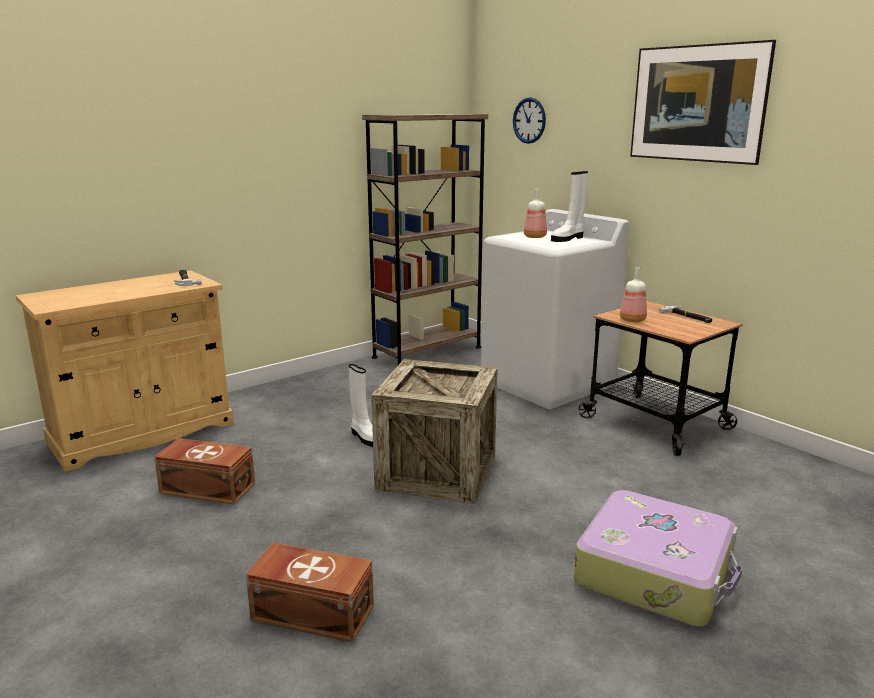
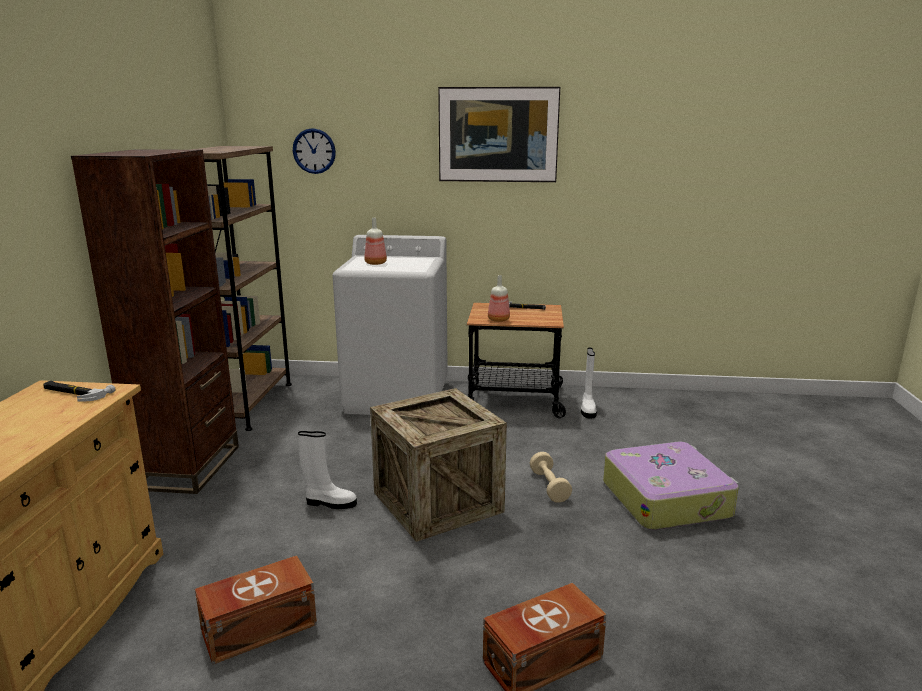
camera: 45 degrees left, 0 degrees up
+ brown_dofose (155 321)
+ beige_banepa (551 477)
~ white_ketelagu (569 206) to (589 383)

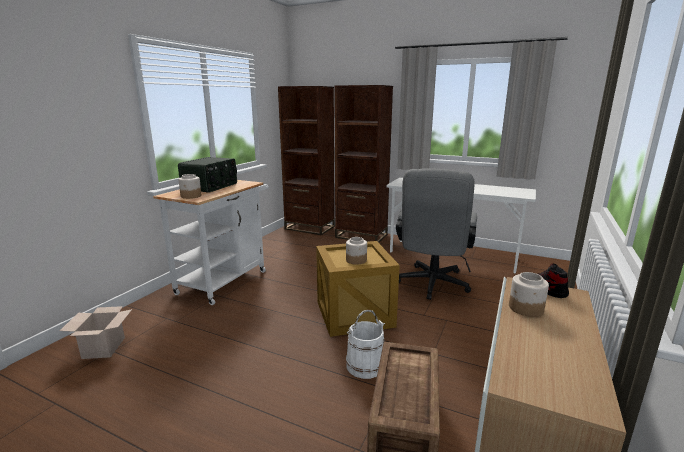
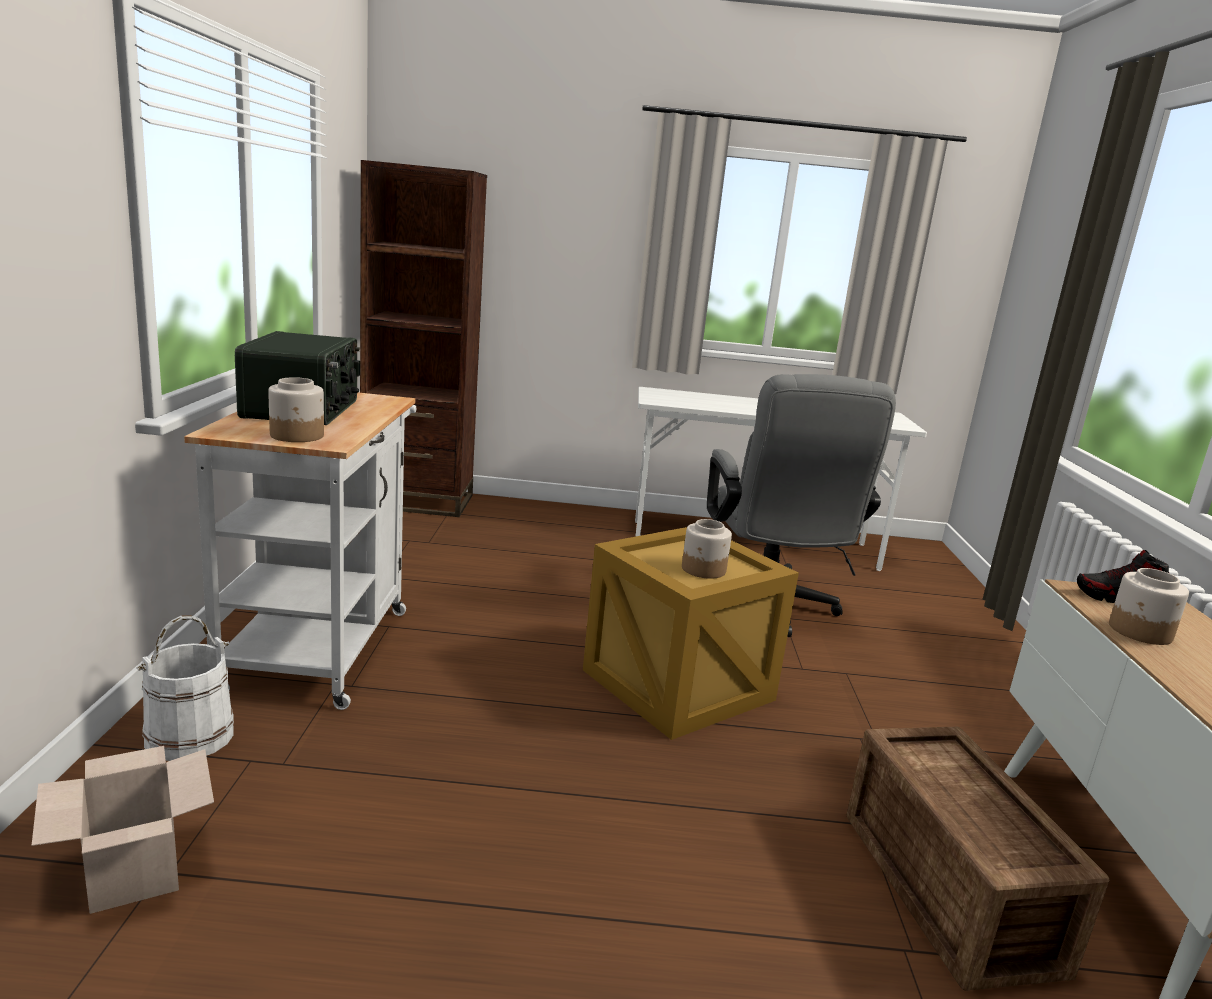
camera: 25 degrees left, 0 degrees up
- brown_dofose (363 164)
~ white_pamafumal (365 344) to (185 688)

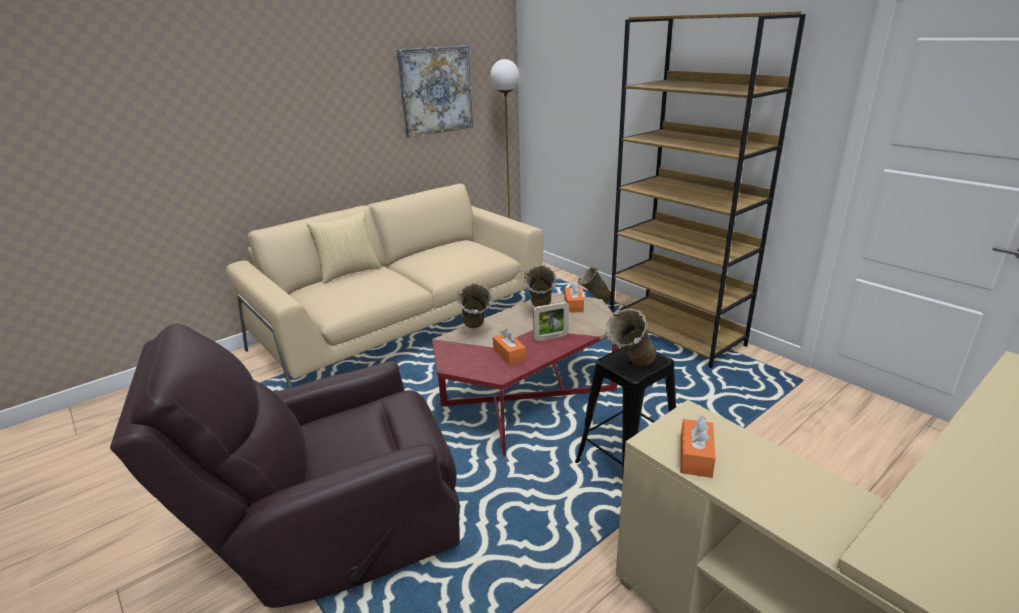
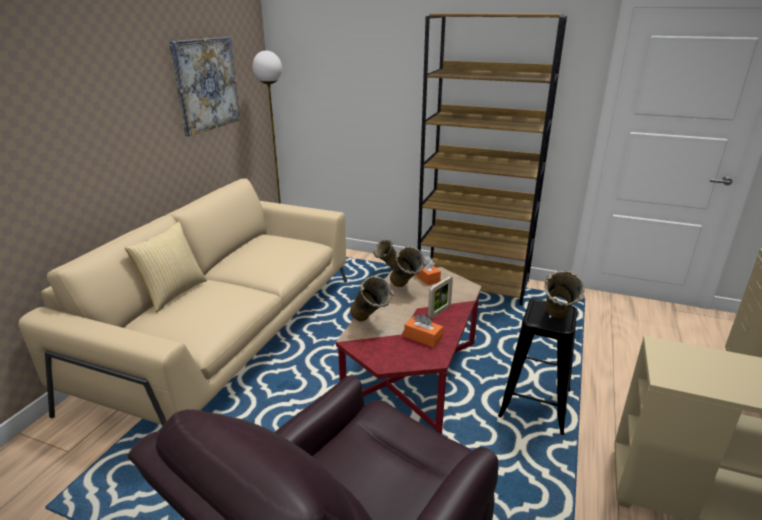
camera: 30 degrees left, 0 degrees up
- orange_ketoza (698 446)

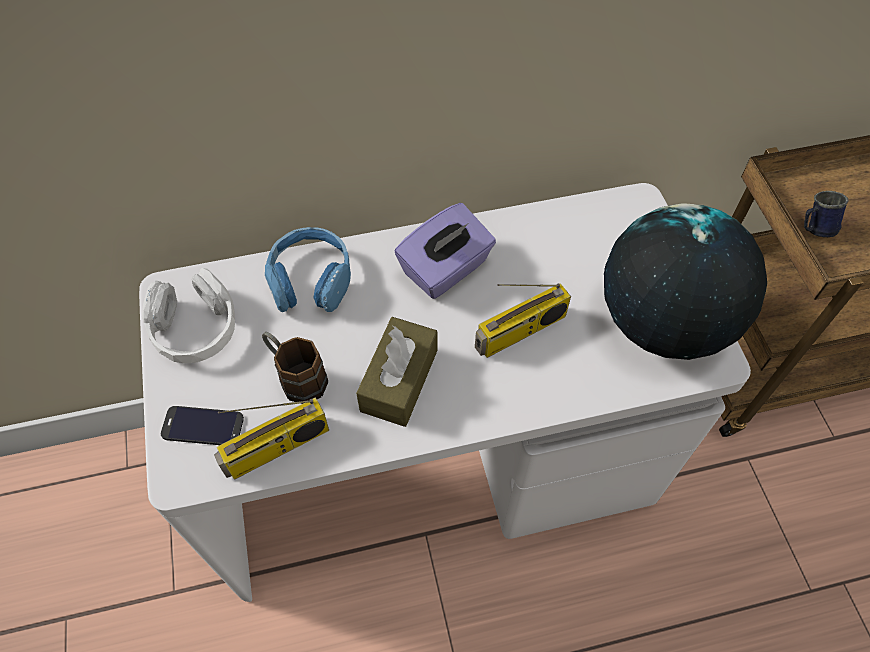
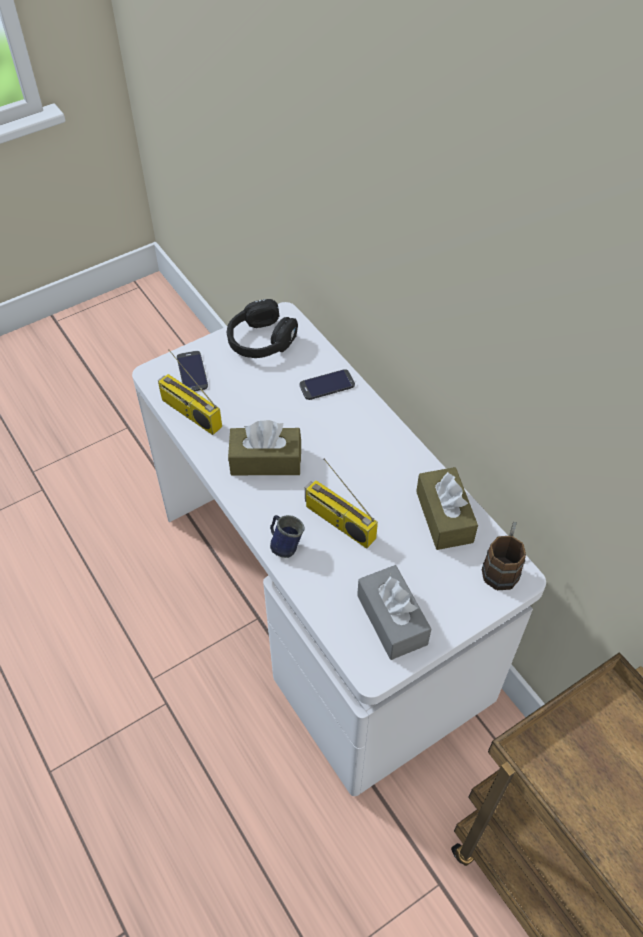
camera: 70 degrees right, 5 degrees down
- purple_ketoza (445 251)
+ brown_ketoza (447 508)
~ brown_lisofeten (295 368) to (504 556)
~ blue_lisofeten (826 214) to (287 536)
~ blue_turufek (308 269) to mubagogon (327 384)
~ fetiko (685 282) to grey_ketoza (394 612)
~ white_turufek (188 315) to black_turufek (262 328)

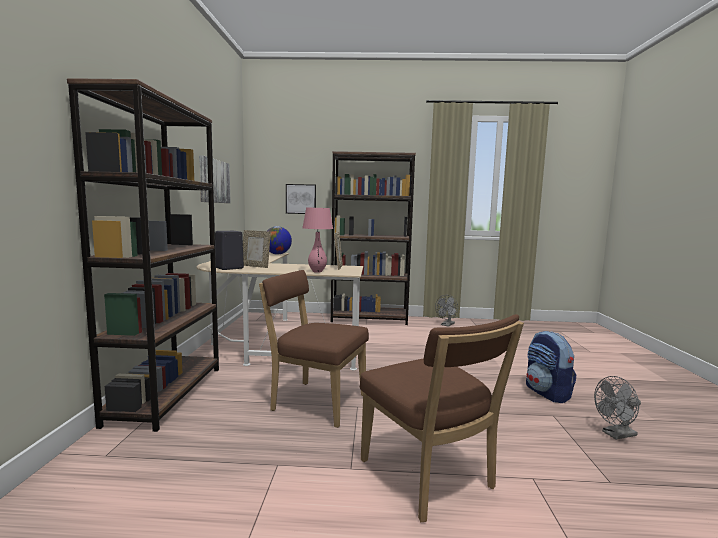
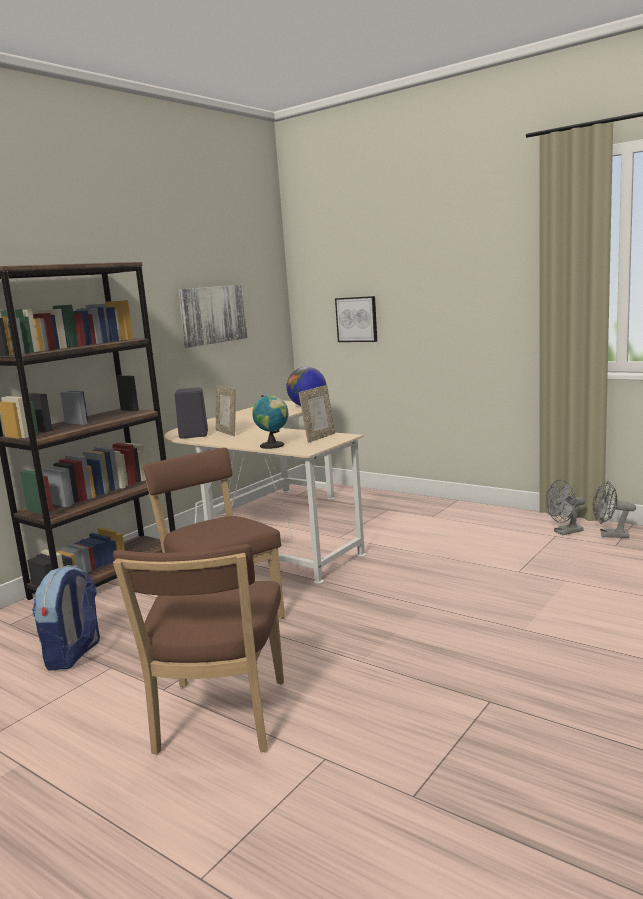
camera: 35 degrees right, 5 degrees up
- brown_dofose (373 238)
~ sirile (551 367) to (66 618)
~ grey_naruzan (617 408) to (614 509)
~ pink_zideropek (317 240) to fetiko (270 422)

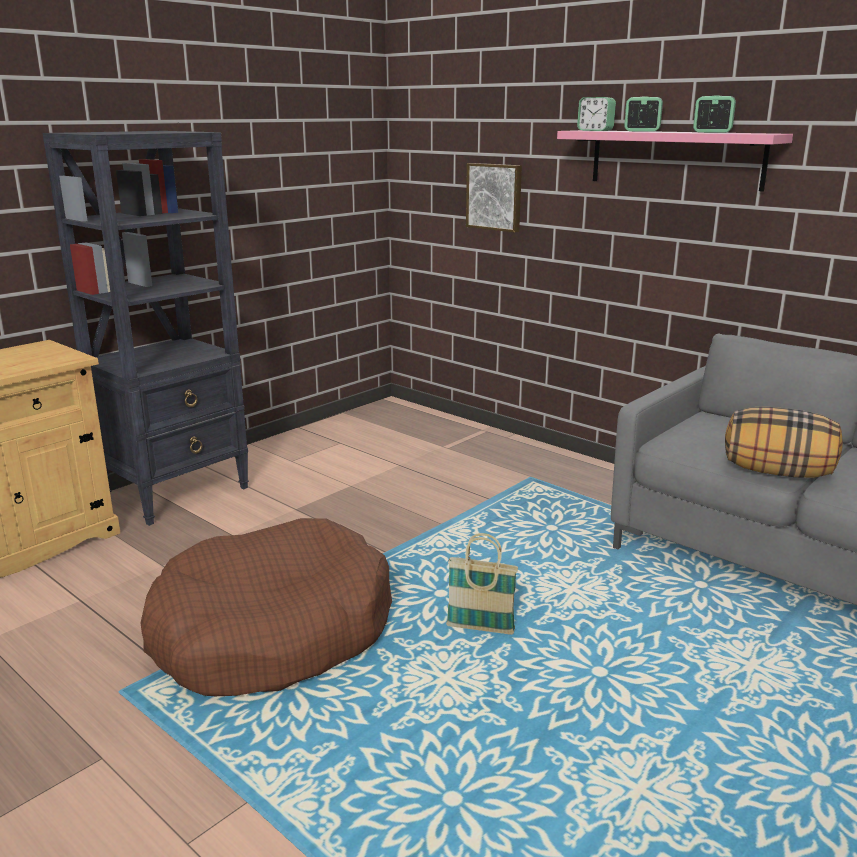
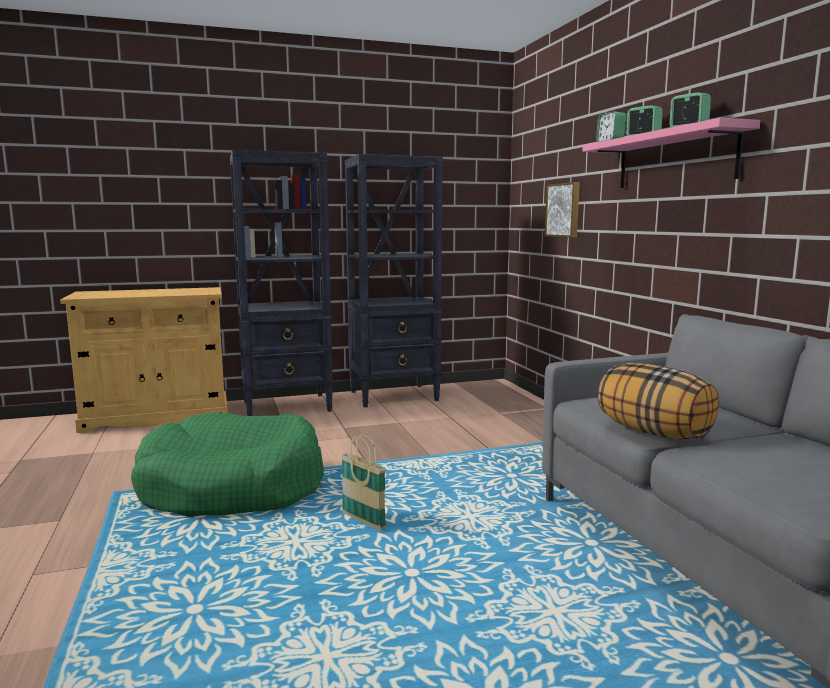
camera: 30 degrees right, 10 degrees down
+ black_dofose (394 281)
~ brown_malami (266 607) to green_malami (227 464)

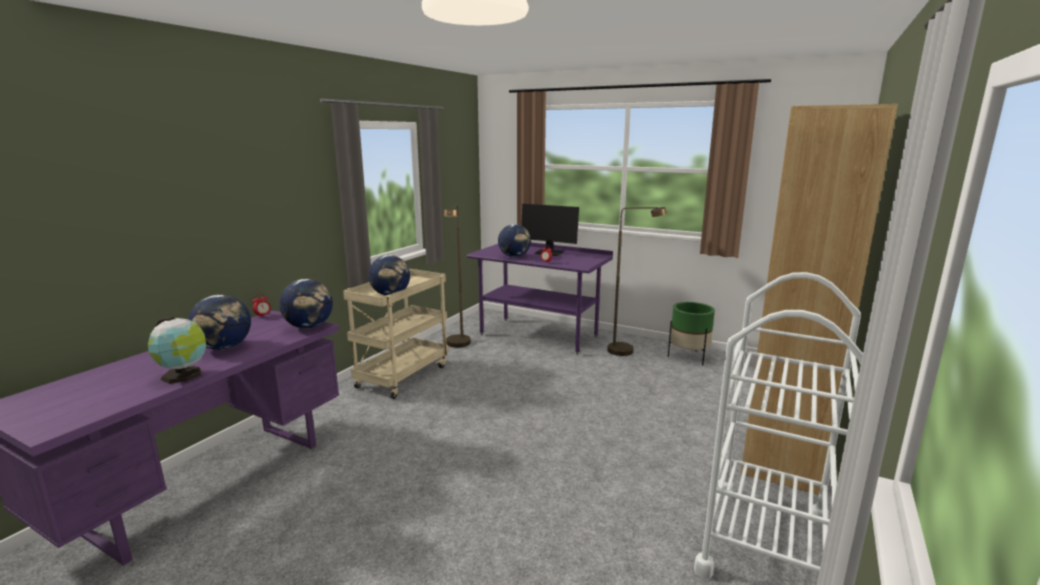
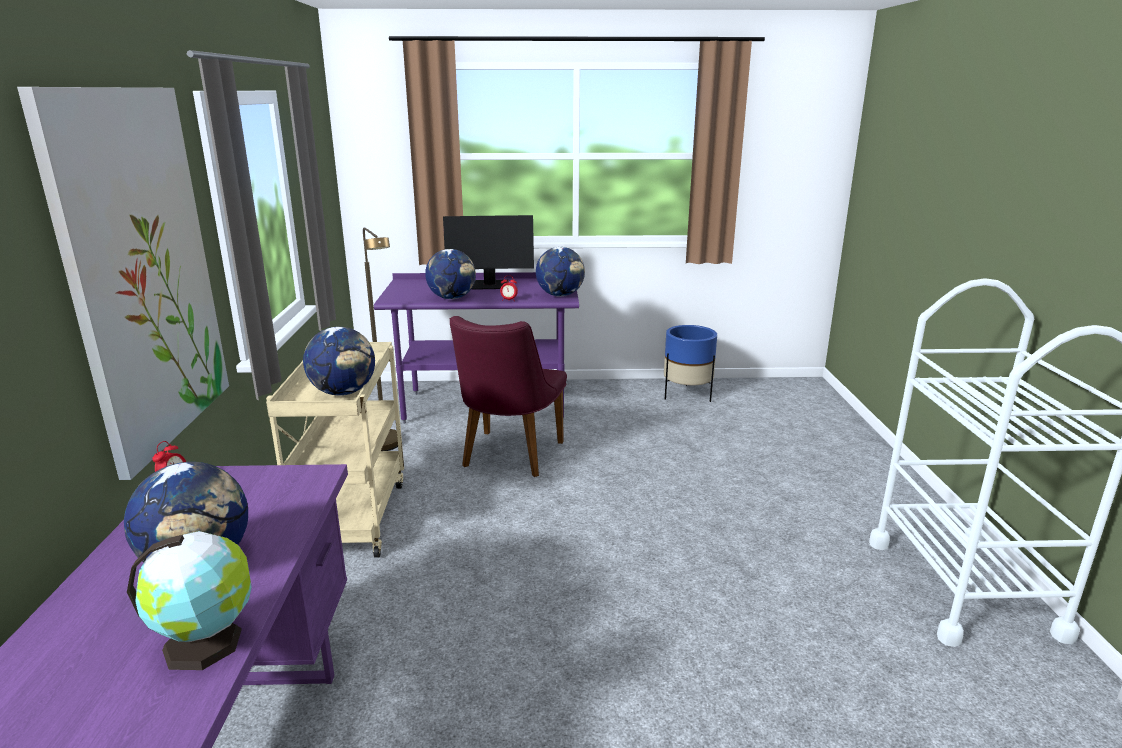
camera: 30 degrees left, 5 degrees up
- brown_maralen (636 281)
- brown_dofose (819 299)
+ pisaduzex (123 283)
+ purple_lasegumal (508 396)
~ fetiko (306 304) to (560 272)
~ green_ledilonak (691 334) to blue_ledilonak (690 363)

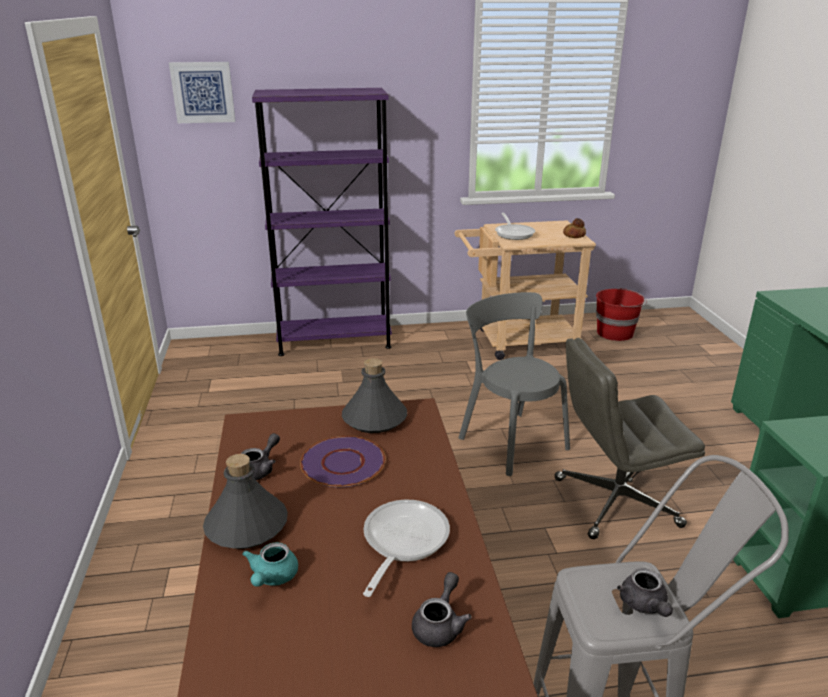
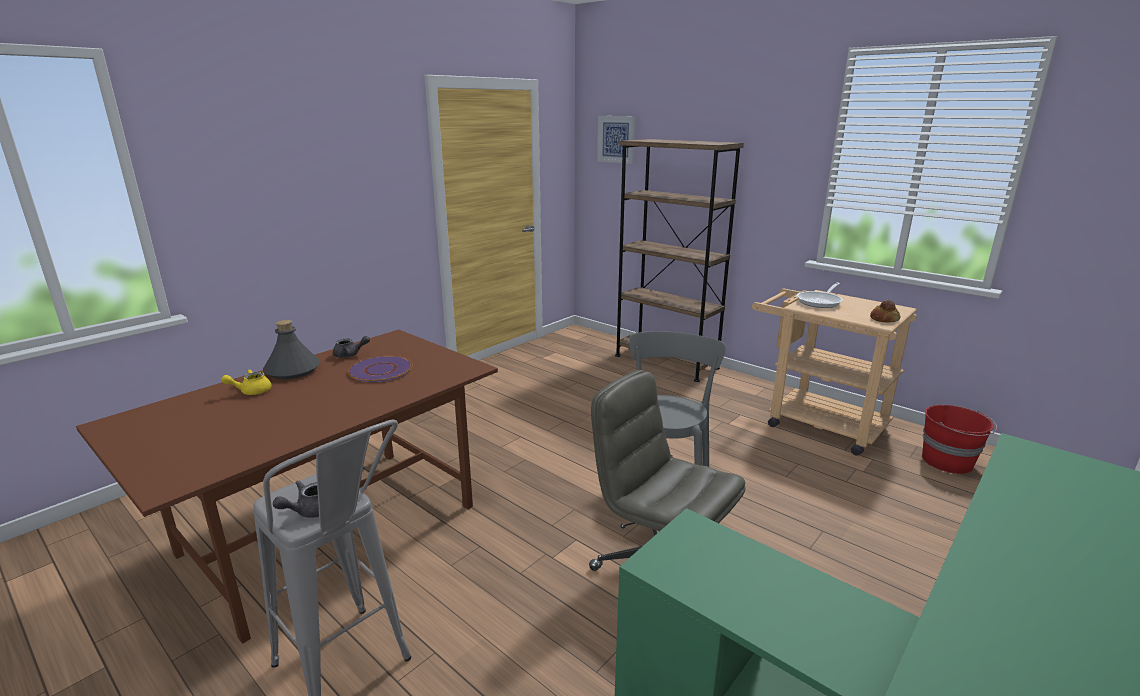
camera: 50 degrees right, 5 degrees down
- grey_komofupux (374 395)
- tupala (406 548)
- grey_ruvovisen (442 609)
~ turquoise_ruvovisen (270 564) to yellow_ruvovisen (246 382)
~ purple_dofose (322 222) to brown_dofose (679 260)

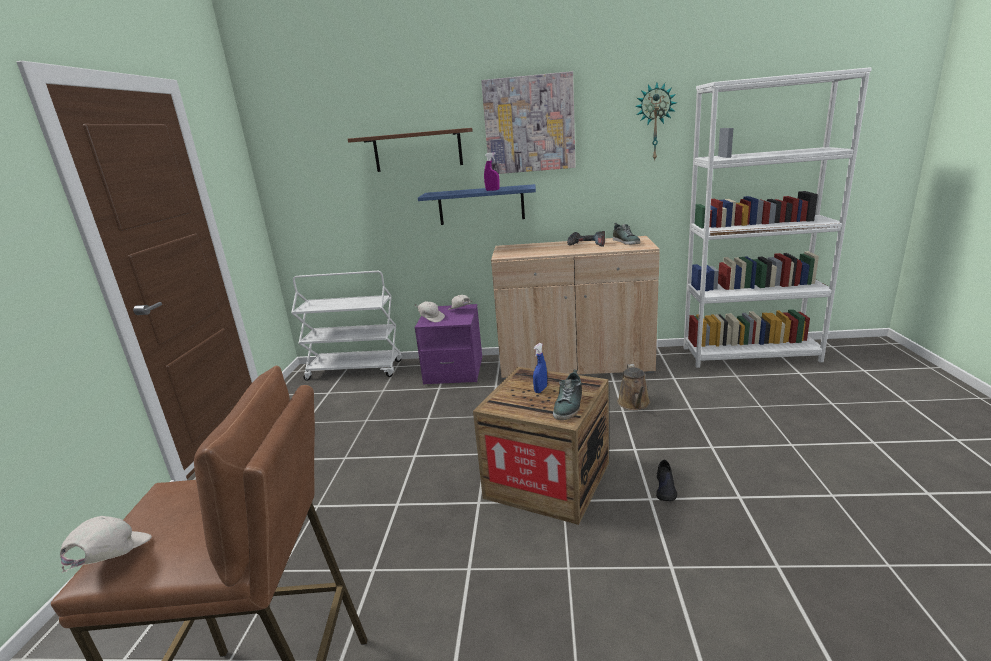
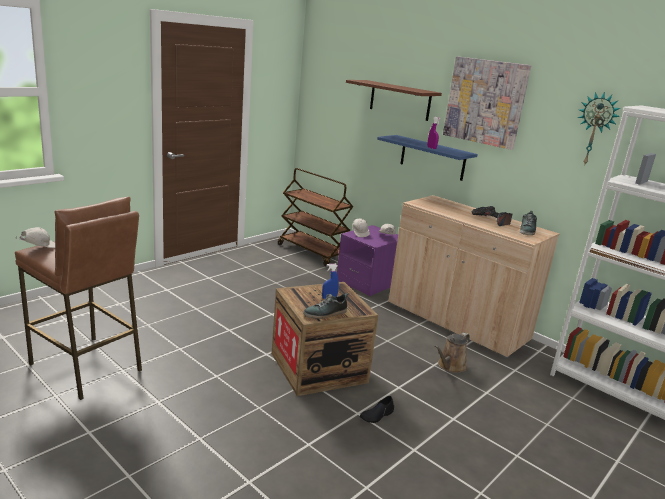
camera: 35 degrees right, 0 degrees up
~ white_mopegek (346 326) to brown_mopegek (315 217)

